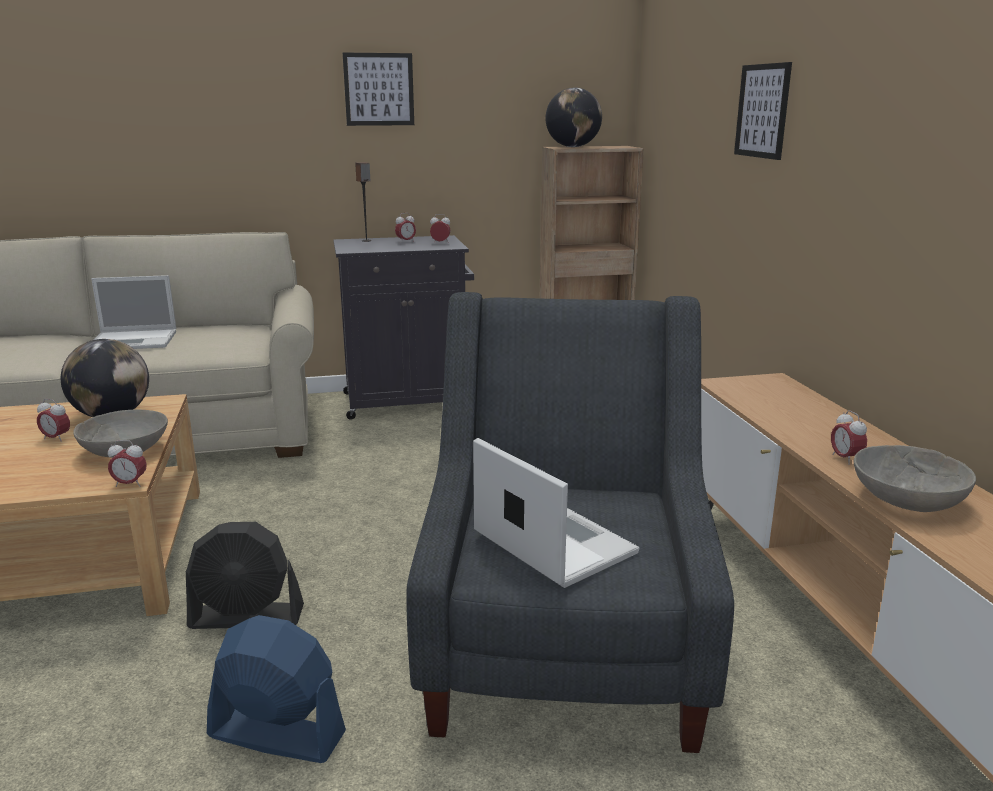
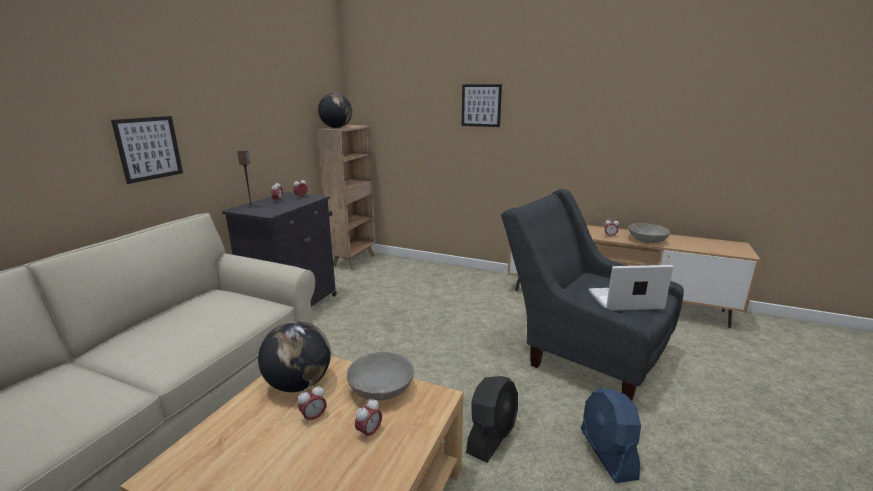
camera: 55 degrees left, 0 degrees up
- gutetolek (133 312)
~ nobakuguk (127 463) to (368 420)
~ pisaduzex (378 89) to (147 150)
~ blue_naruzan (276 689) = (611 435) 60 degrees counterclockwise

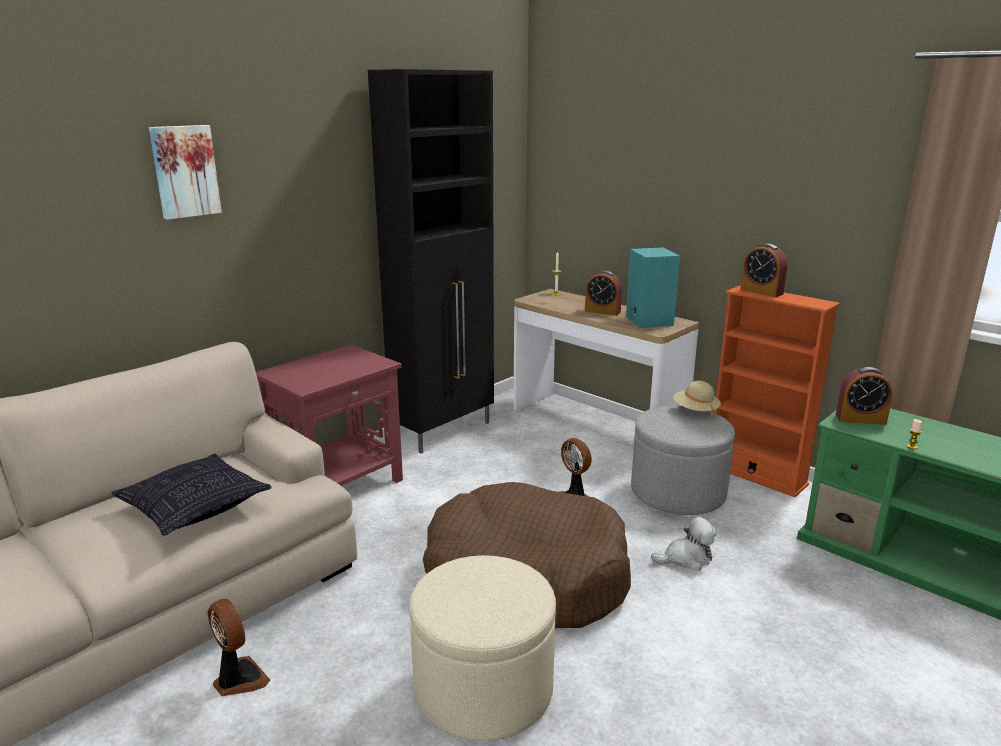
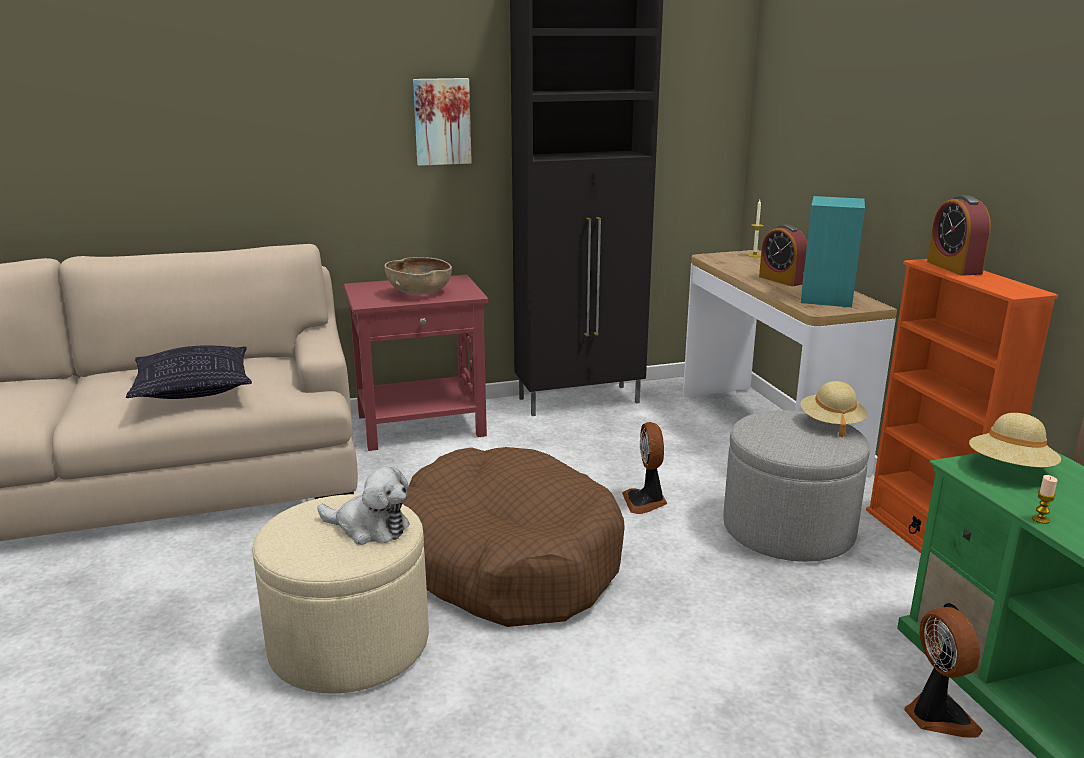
camera: 30 degrees right, 0 degrees up
+ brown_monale (418 276)
~ pisaduzex (185 172) to (442 122)
~ naruzan (239 647) to (943 672)
~ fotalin (684 543) to (363 506)
~ nobakuguk (864 396) to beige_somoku (1015 440)

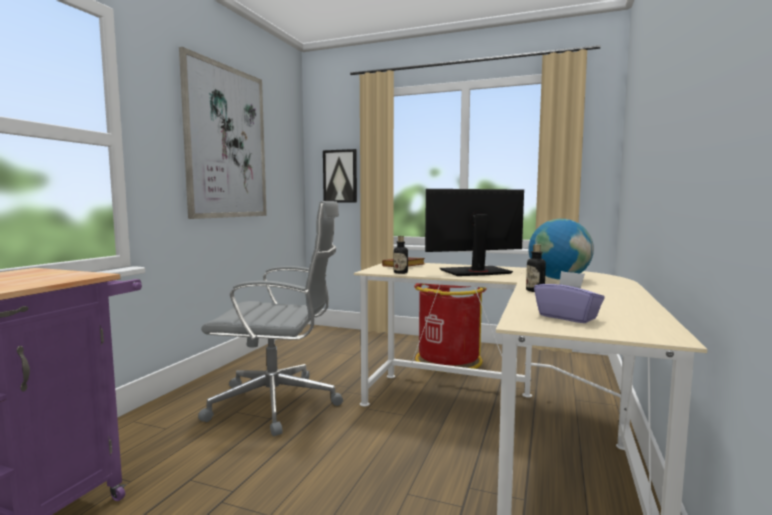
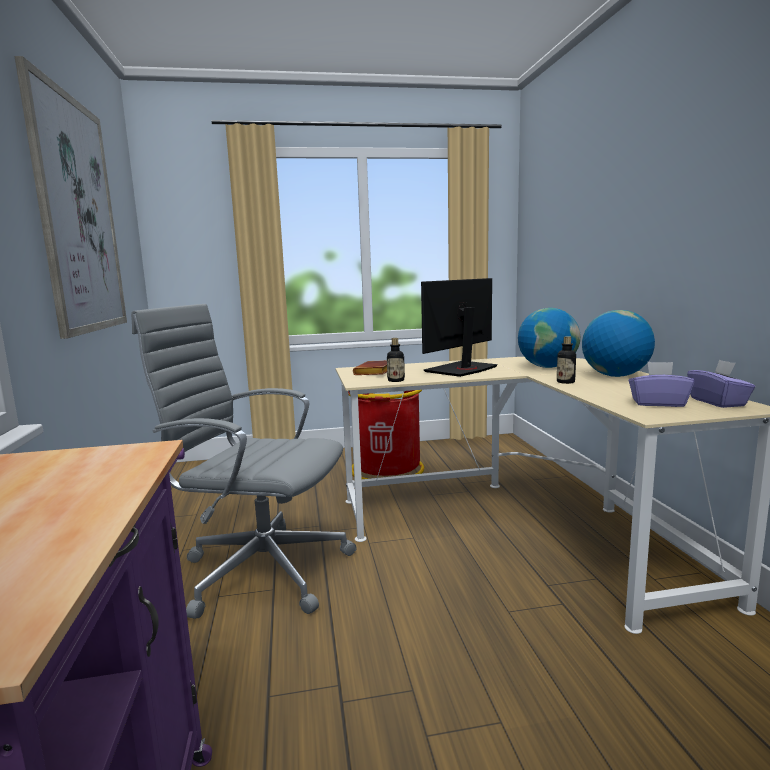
camera: 30 degrees left, 5 degrees up
- pisaduzex (340 176)
+ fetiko (618 343)
+ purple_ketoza (721 384)
~ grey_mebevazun (270 318) = (243 461) 135 degrees counterclockwise

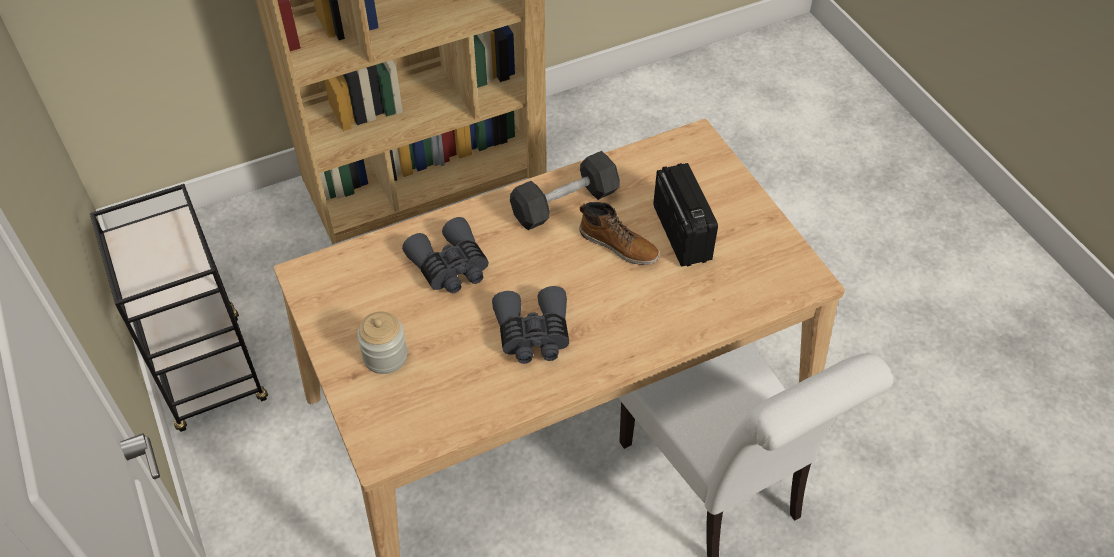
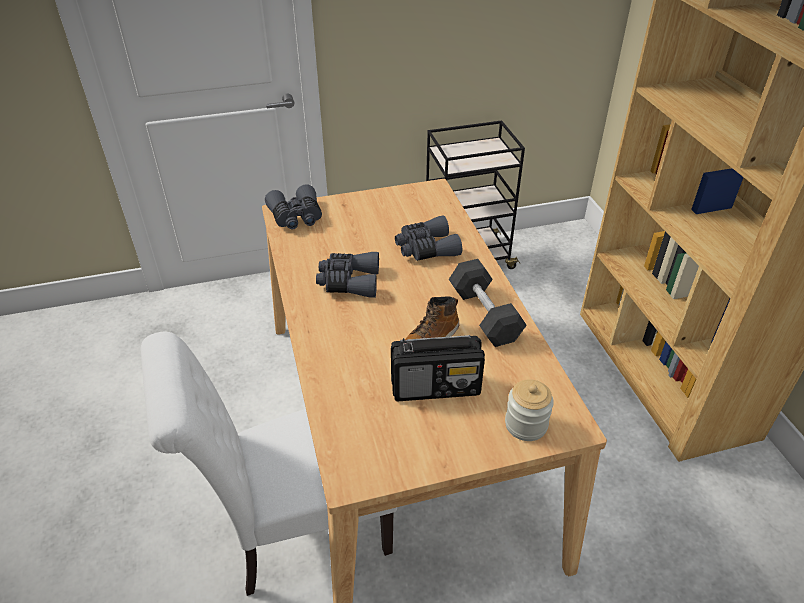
camera: 100 degrees right, 10 degrees down
+ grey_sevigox (293 206)
~ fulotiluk (382 343) to (529 410)

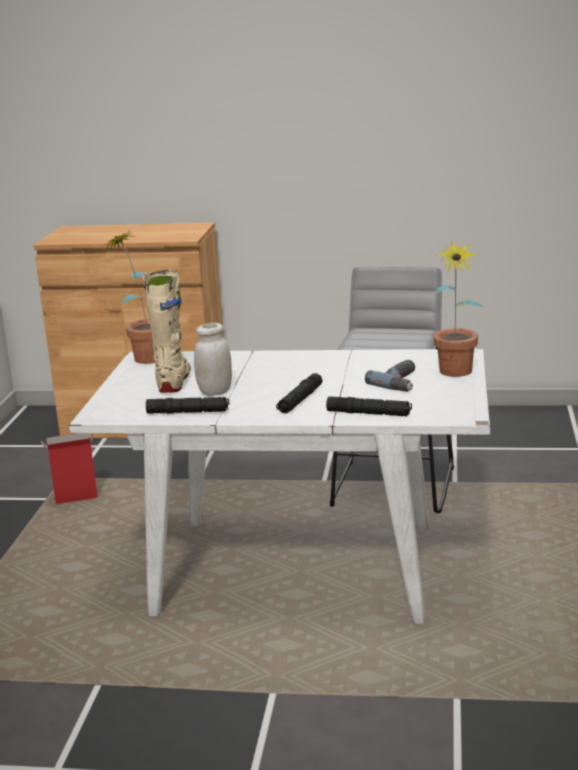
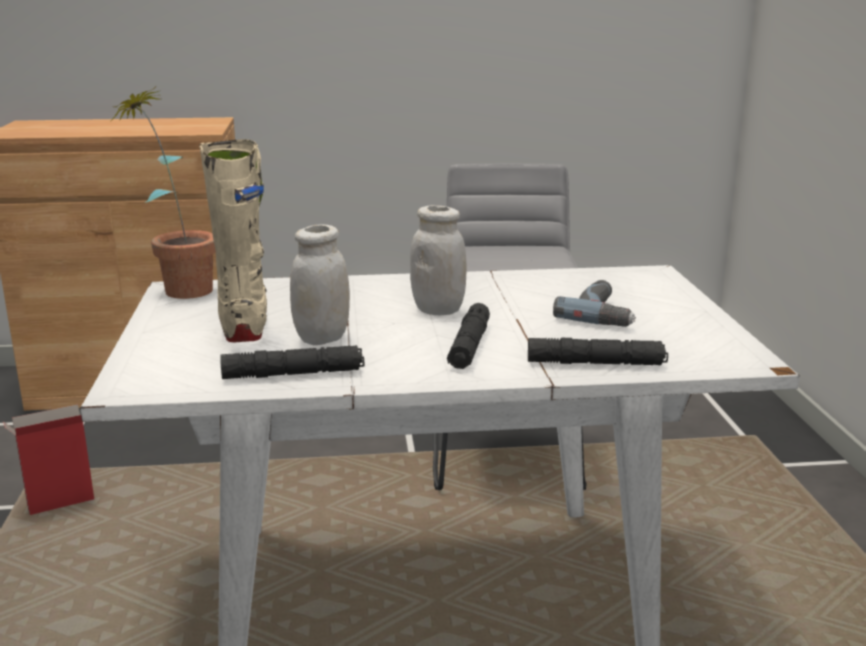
camera: 15 degrees left, 0 degrees up
- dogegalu (457 308)
+ white_fulotiluk (438 260)

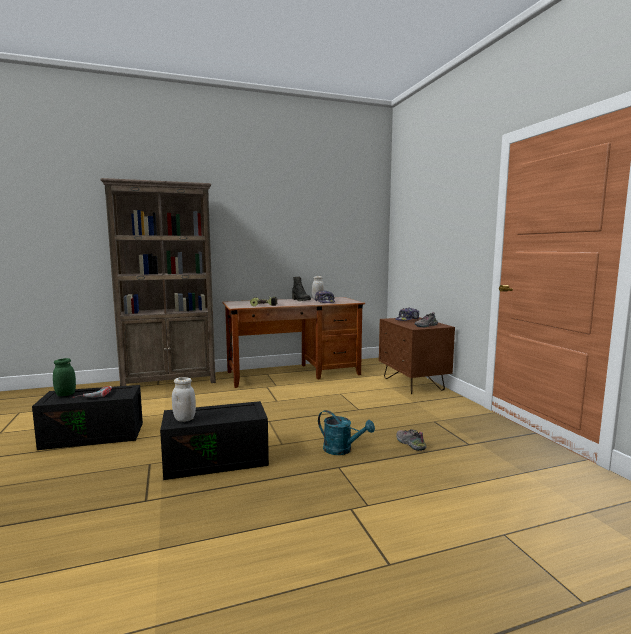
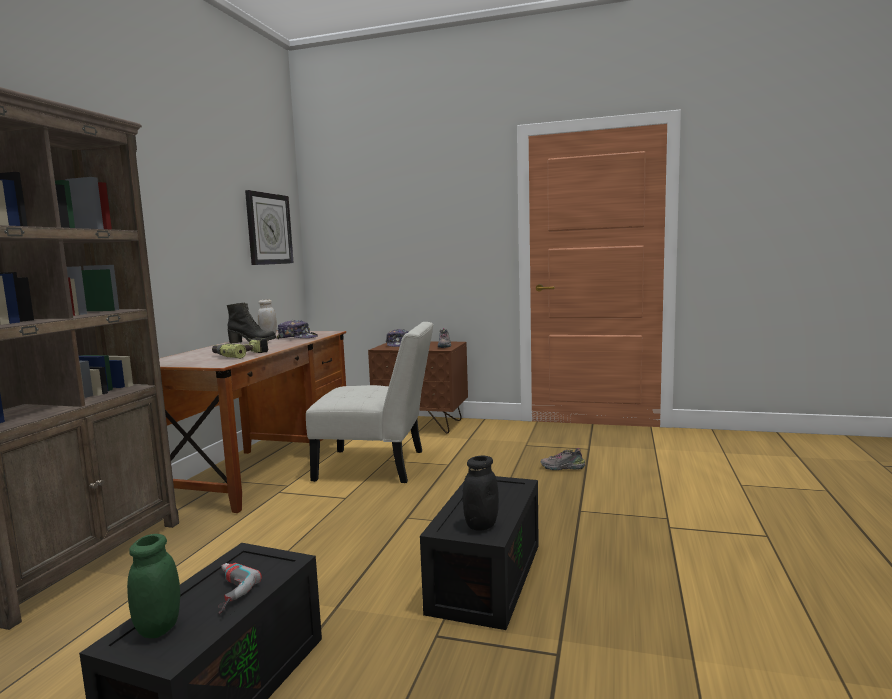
camera: 55 degrees left, 0 degrees up
- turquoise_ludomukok (346 432)
+ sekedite (269 227)
+ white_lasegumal (369 402)
~ white_fulotiluk (184 399) to black_fulotiluk (481 493)

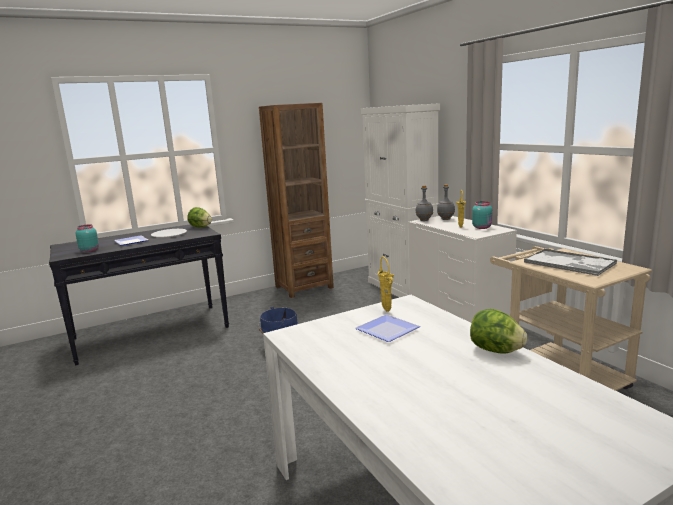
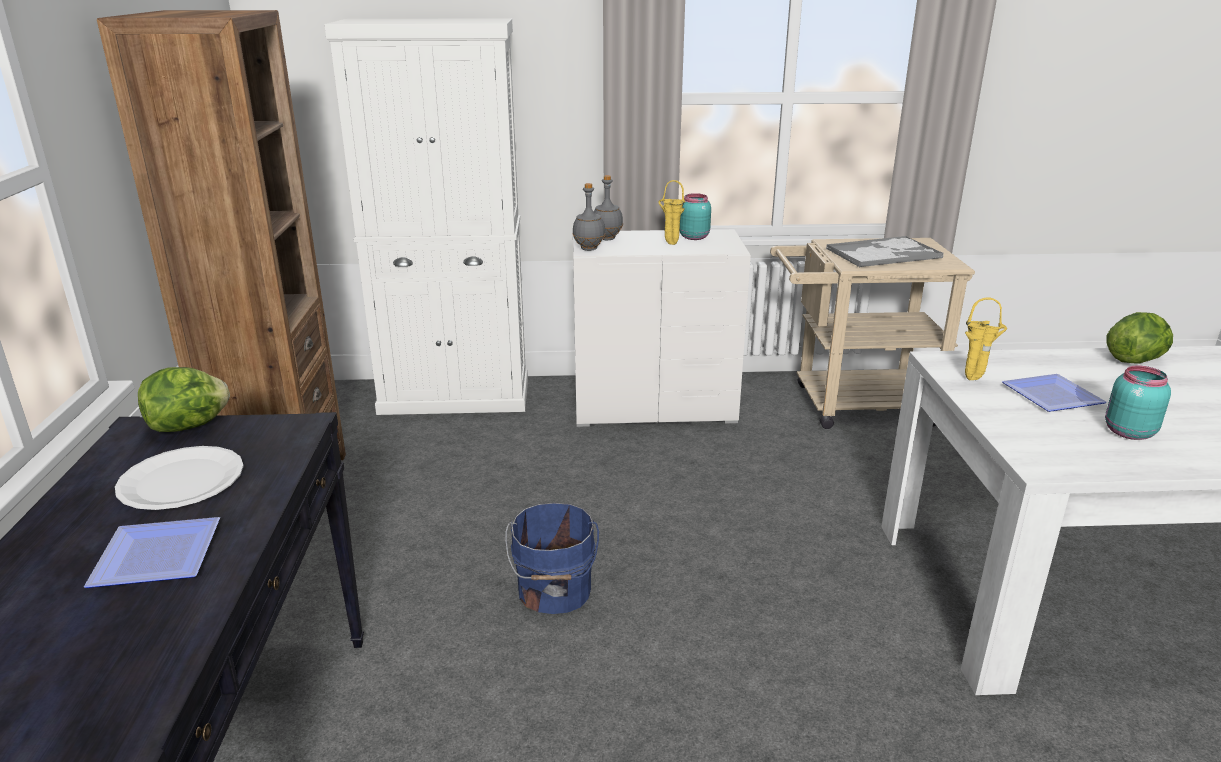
camera: 65 degrees left, 10 degrees up
~ turquoise_fulotiluk (87 238) to (1138 402)

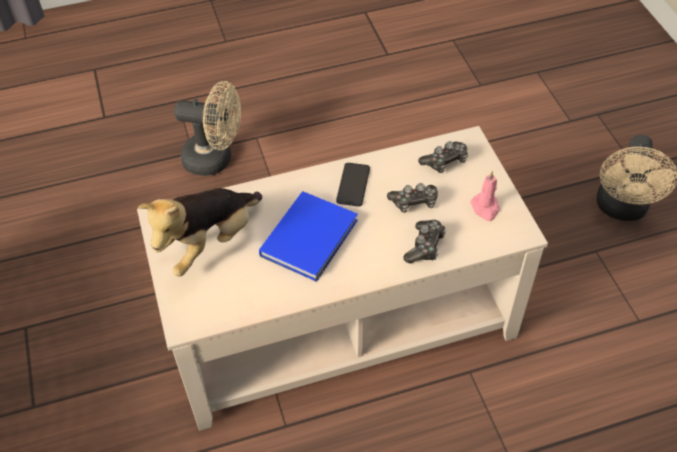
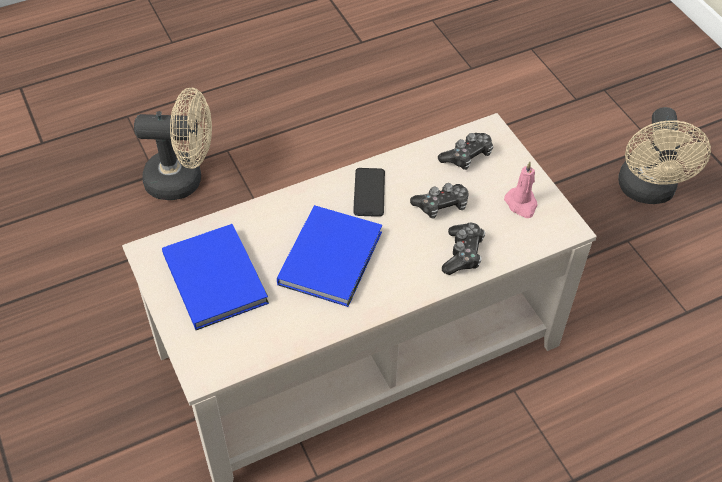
camera: 10 degrees left, 0 degrees up
~ fotalin (200 232) to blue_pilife (215 277)

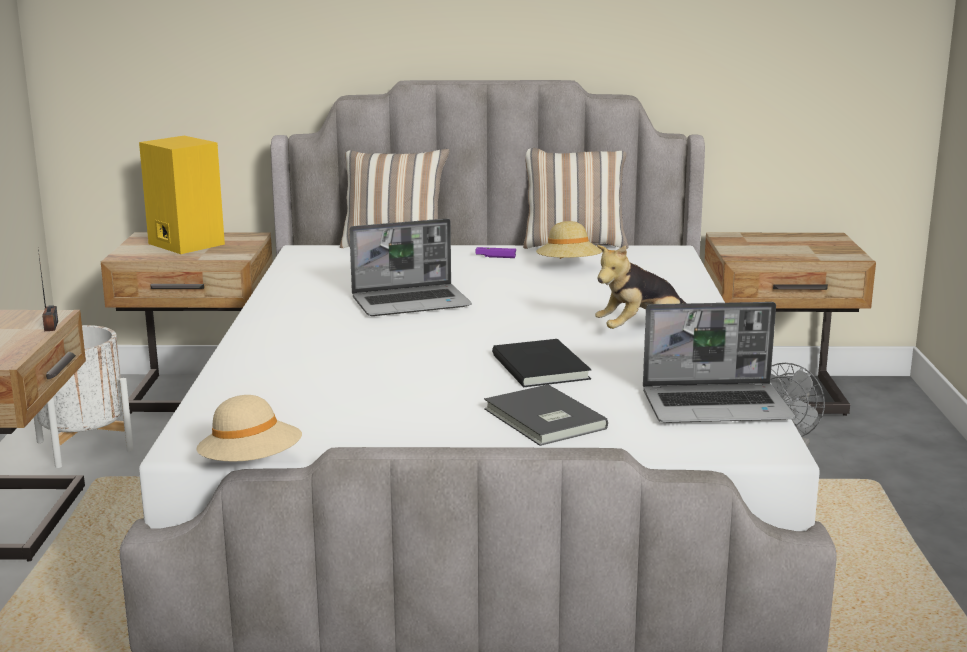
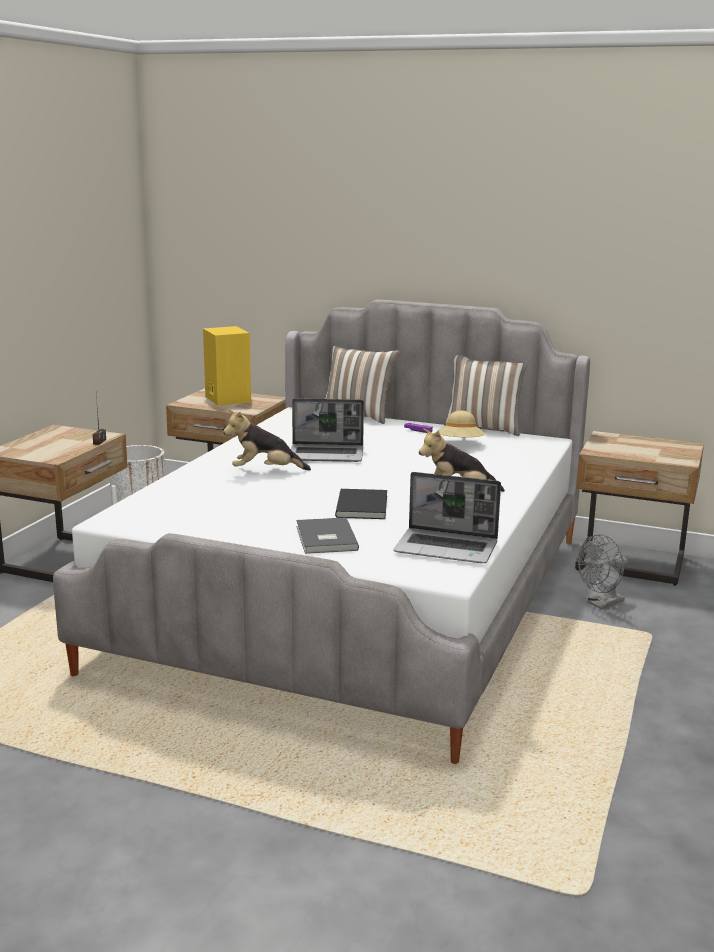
camera: 20 degrees right, 0 degrees up
- beige_somoku (249 428)
+ fotalin (267 440)

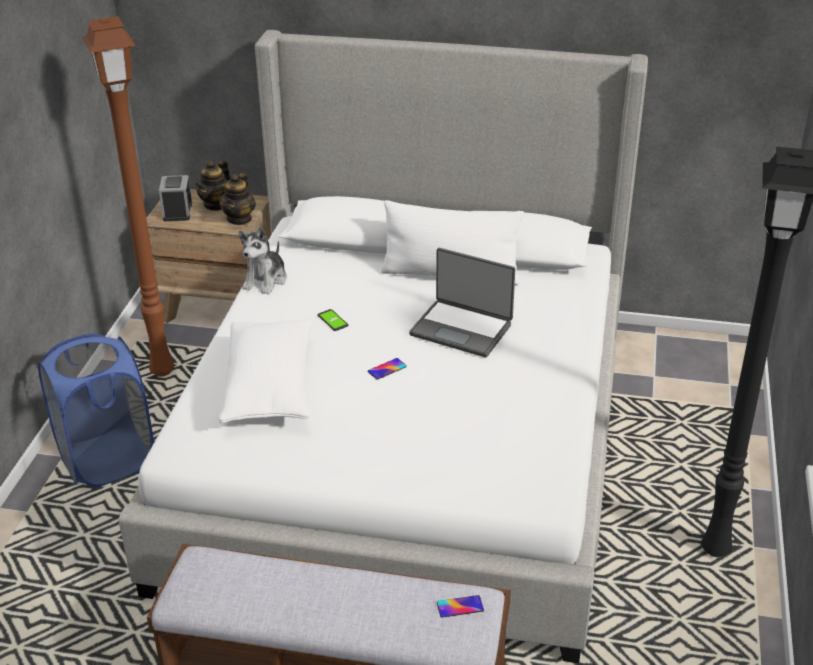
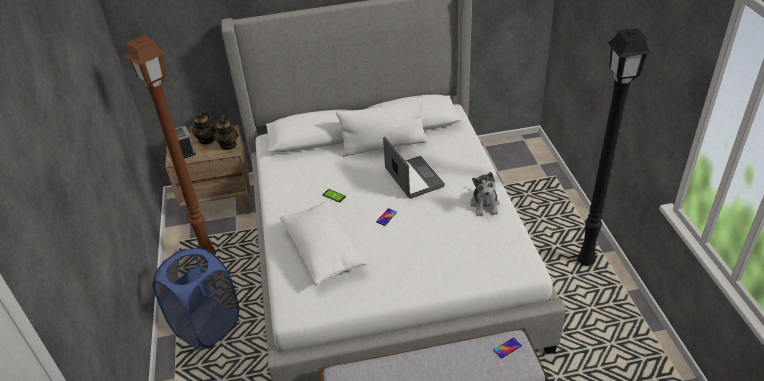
camera: 20 degrees left, 5 degrees up
~ fotalin (263 260) to (484 194)
~ gutetolek (462 302) = (414 168) 120 degrees counterclockwise

